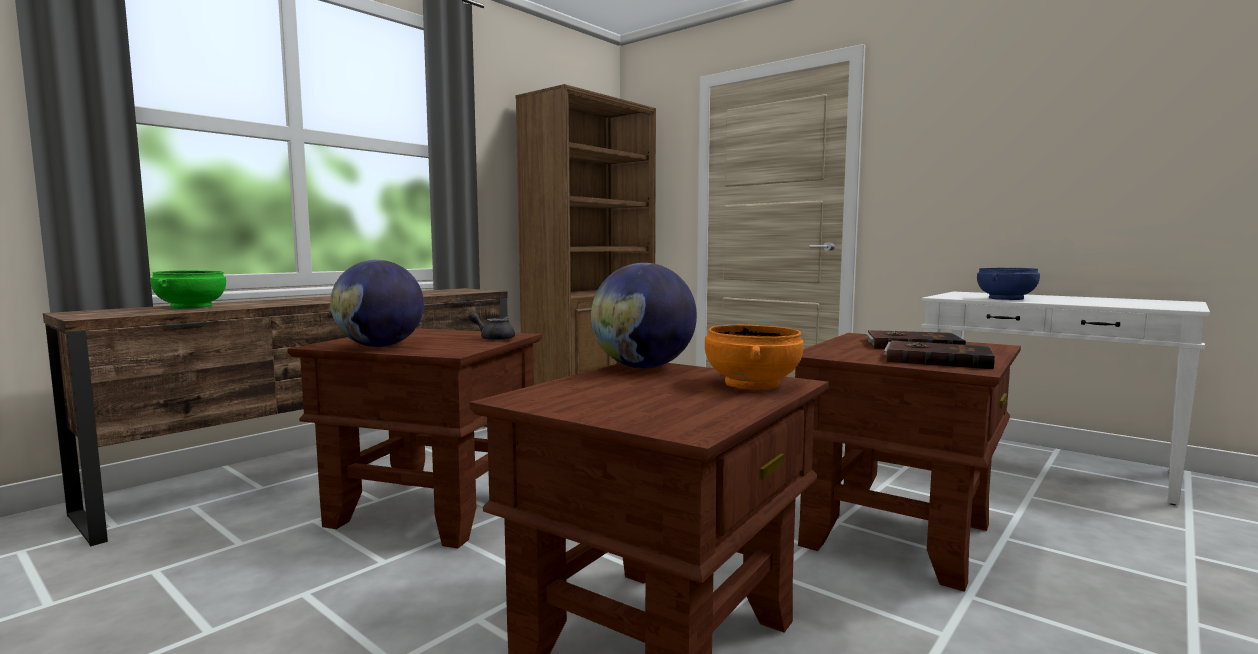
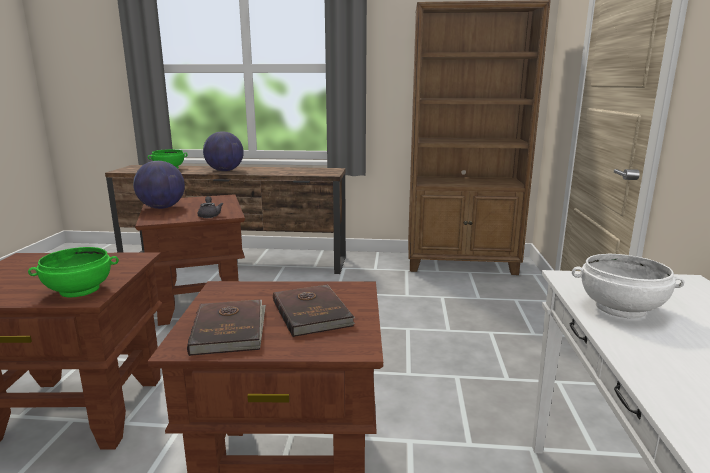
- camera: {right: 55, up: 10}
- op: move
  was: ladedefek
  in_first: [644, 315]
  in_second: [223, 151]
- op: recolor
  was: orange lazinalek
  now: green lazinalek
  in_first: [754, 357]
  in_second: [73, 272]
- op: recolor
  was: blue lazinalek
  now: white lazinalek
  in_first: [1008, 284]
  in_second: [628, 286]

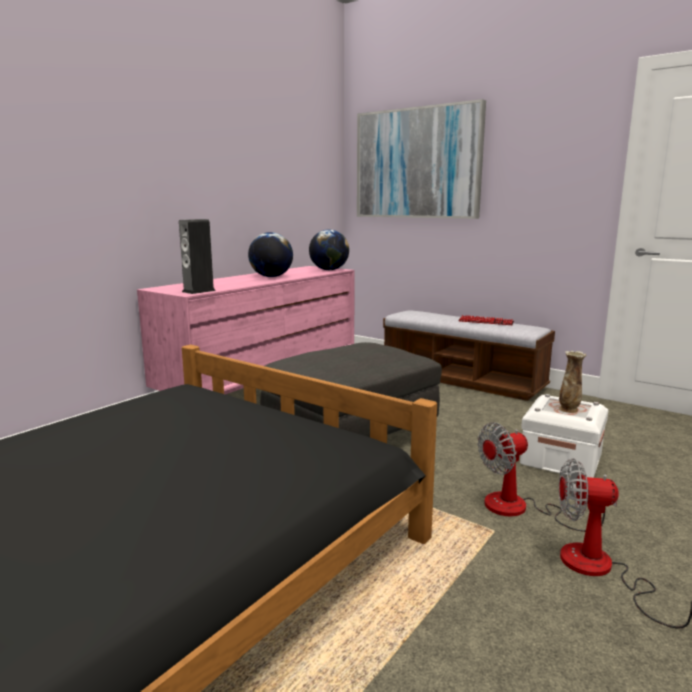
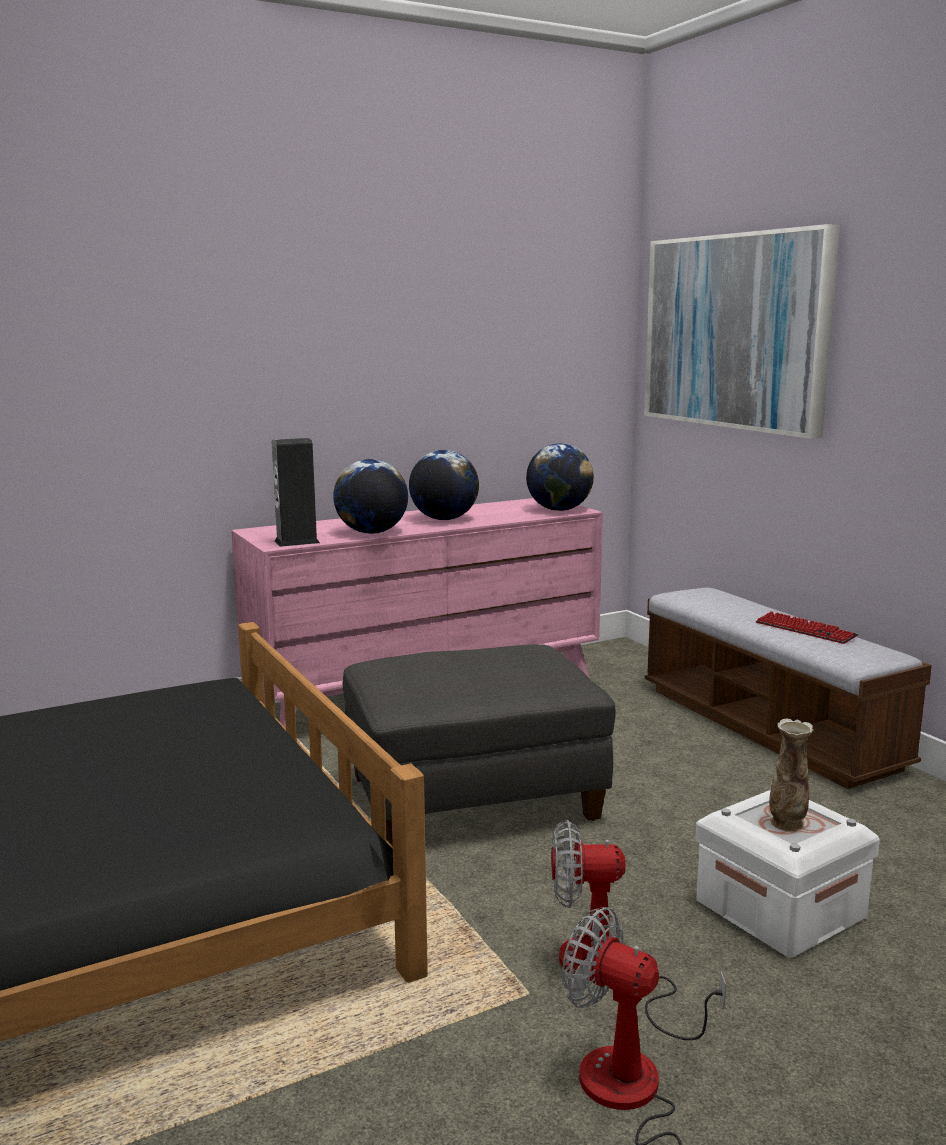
- camera: {right: 25, up: 0}
- op: insert
  now: ladedefek
  in_second: [370, 496]

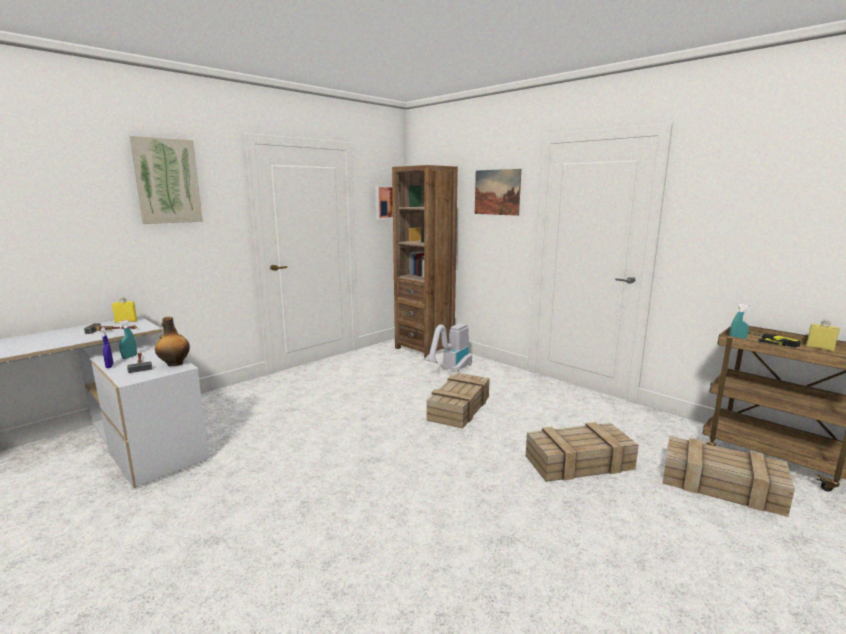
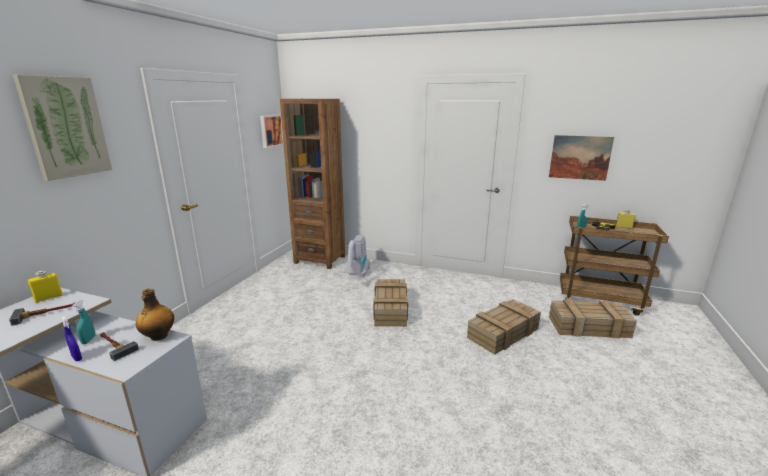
- camera: {right: -25, up: 5}
- op: move
  was: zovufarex
  in_first: [498, 192]
  in_second: [581, 158]

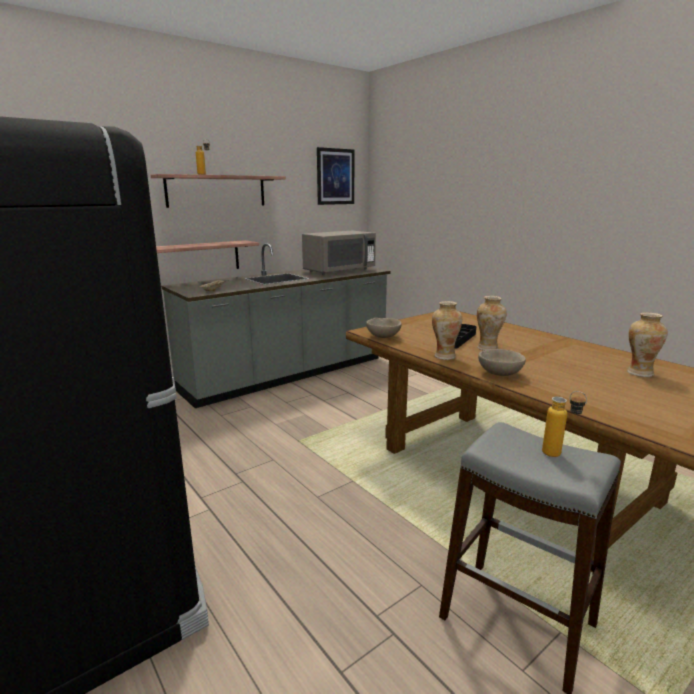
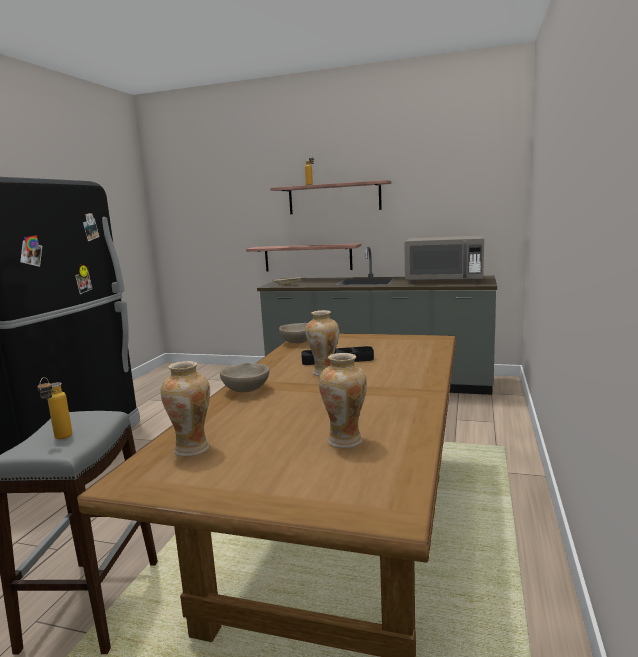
- camera: {right: 55, up: -5}
- op: delete
  was: zovufarex
  in_first: [335, 176]
- op: move
  was: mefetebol
  in_first: [447, 330]
  in_second: [185, 409]

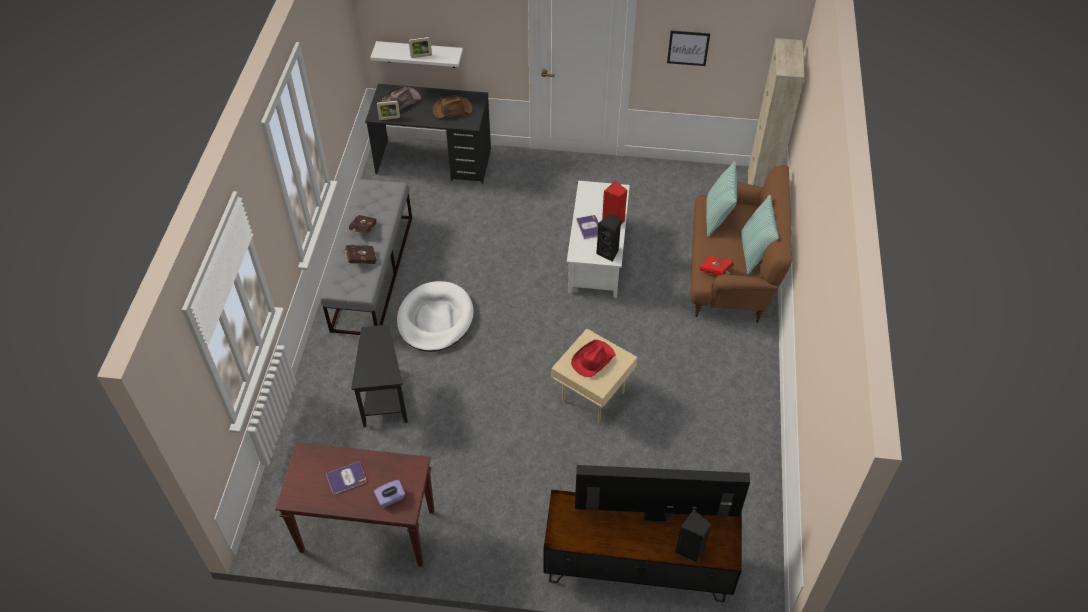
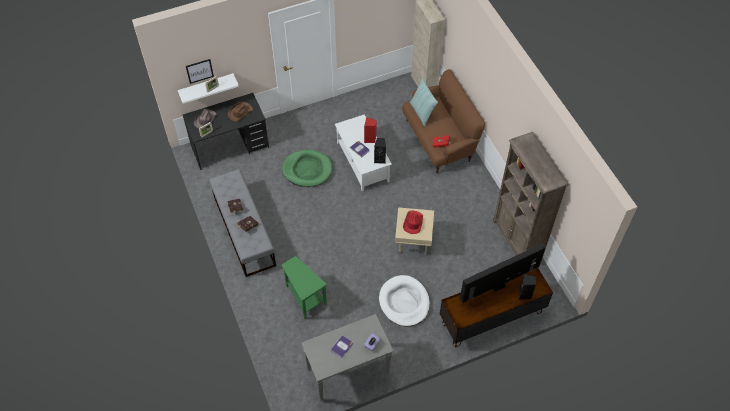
- camera: {right: -30, up: 5}
- op: recolor
  was: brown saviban
  now: grey saviban
  in_first: [354, 504]
  in_second: [347, 357]
- op: recolor
  was: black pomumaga
  now: green pomumaga
  in_first: [379, 376]
  in_second: [304, 287]
- op: move
  was: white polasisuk
  in_first: [435, 316]
  in_second: [404, 300]
- op: move
  was: zovufarex
  in_first: [688, 48]
  in_second: [200, 71]
- op: delete
  was: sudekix
  in_first: [760, 235]
- op: insert
  now: green polasisuk
  in_second: [307, 168]
- op: insert
  now: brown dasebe
  in_second: [531, 195]

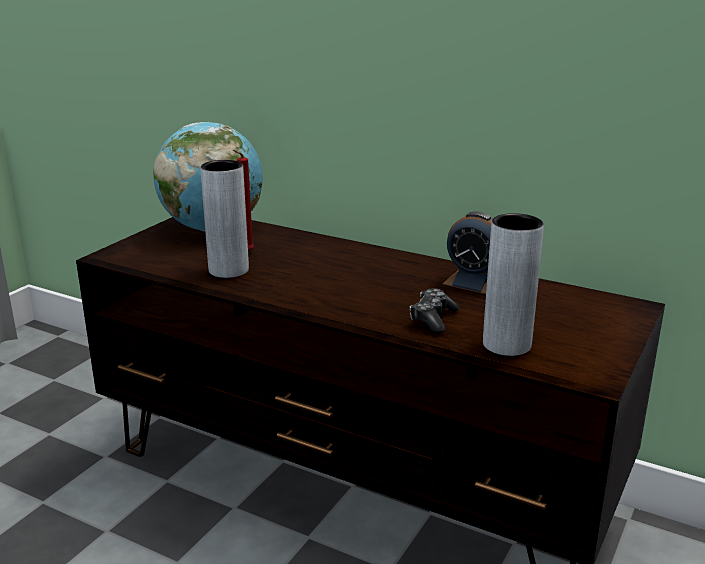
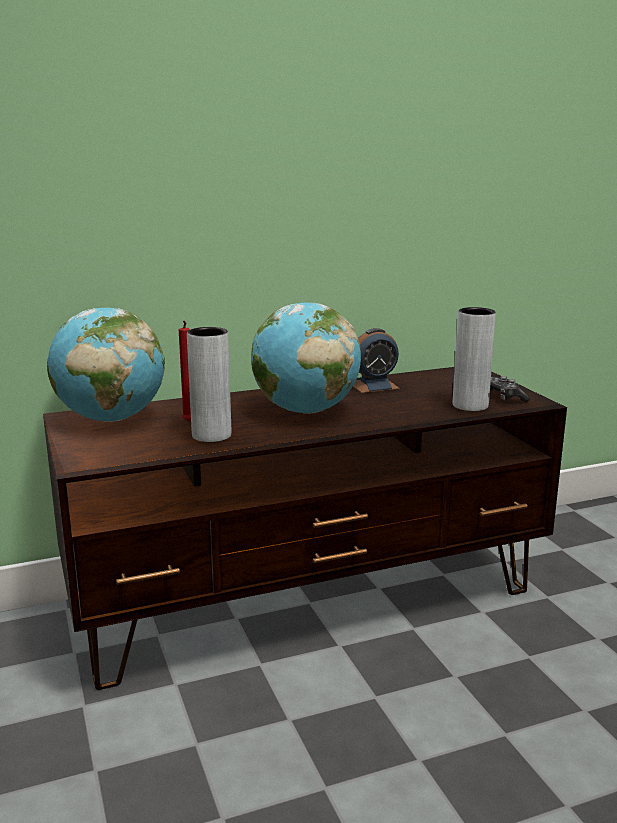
- camera: {right: -50, up: -5}
- op: move
  was: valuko
  in_first: [434, 311]
  in_second: [510, 389]
- op: insert
  now: ladedefek
  in_second: [306, 358]

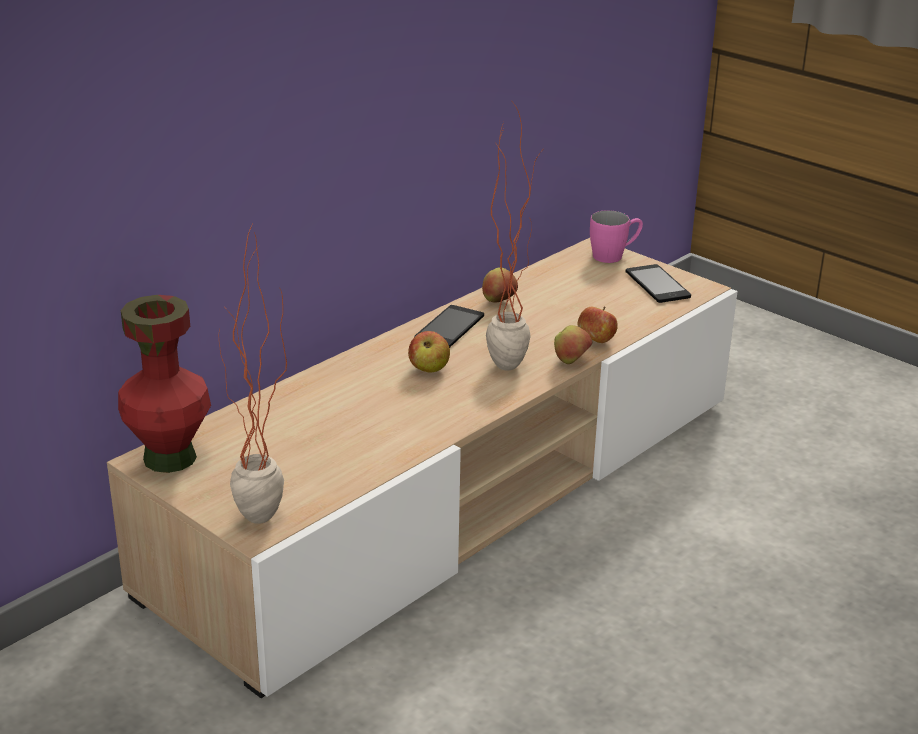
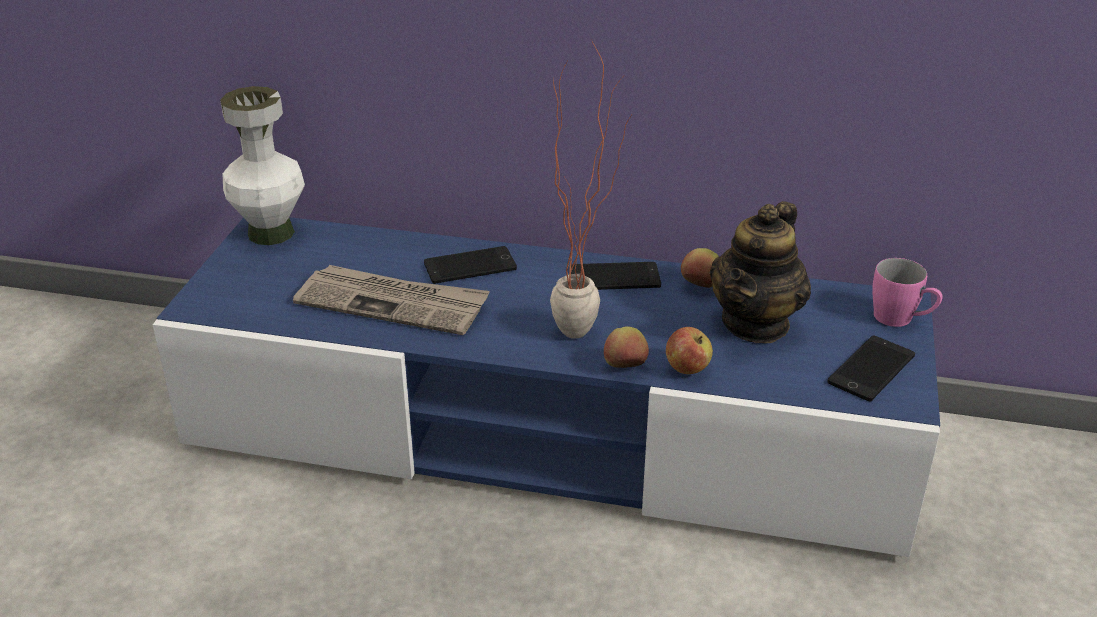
- camera: {right: 60, up: 5}
- op: recolor
  was: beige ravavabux
  now: blue ravavabux
  in_first: [422, 468]
  in_second: [546, 387]
- op: recolor
  was: red mefetebol
  now: white mefetebol
  in_first: [164, 384]
  in_second: [262, 165]
- op: delete
  was: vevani
  in_first: [253, 374]
- op: delete
  was: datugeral
  in_first: [429, 352]
- op: insert
  now: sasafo
  in_second: [391, 300]
- op: insert
  now: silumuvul
  in_second: [470, 265]
- op: insert
  now: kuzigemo
  in_second: [760, 272]

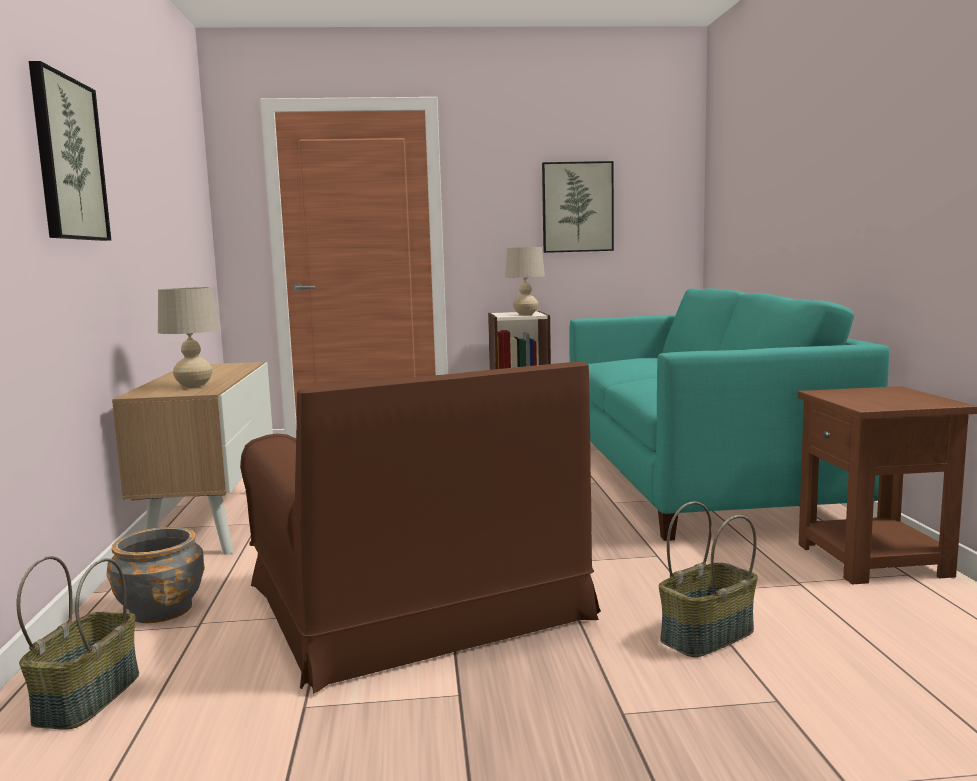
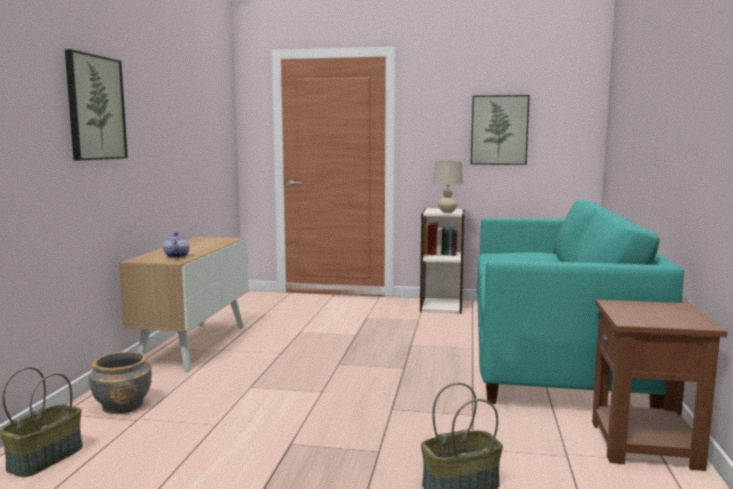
- camera: {right: 15, up: 0}
- op: replace
  was: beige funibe
  now: kuzigemo
  in_first: [189, 337]
  in_second: [176, 245]
- op: delete
  was: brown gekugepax
  in_first: [420, 528]

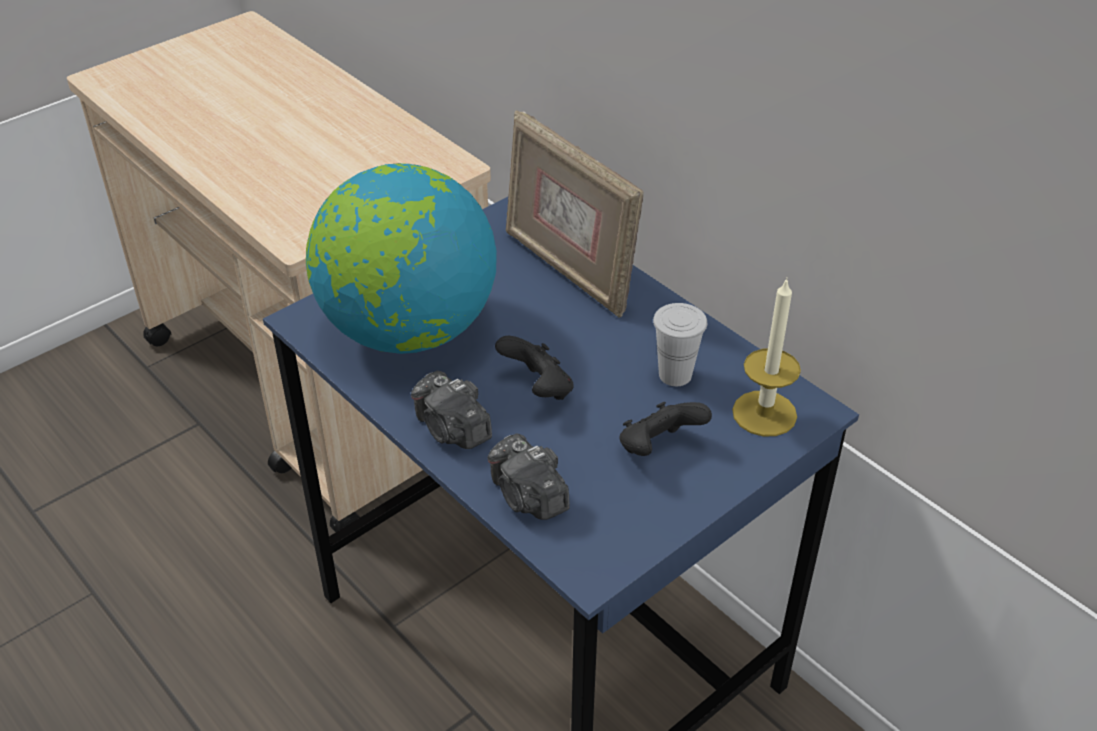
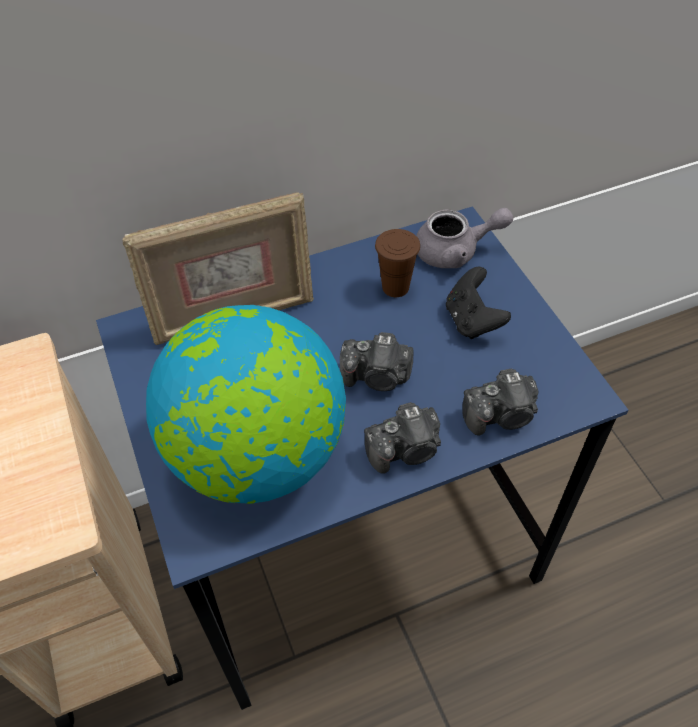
- camera: {right: -70, up: 10}
- op: replace
  was: black valuko
  now: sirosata
  in_first: [534, 368]
  in_second: [377, 361]
- op: recolor
  was: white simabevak
  now: brown simabevak
  in_first: [680, 344]
  in_second: [397, 263]
- op: replace
  was: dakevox
  now: grey kuzigemo
  in_first: [766, 357]
  in_second: [464, 238]

